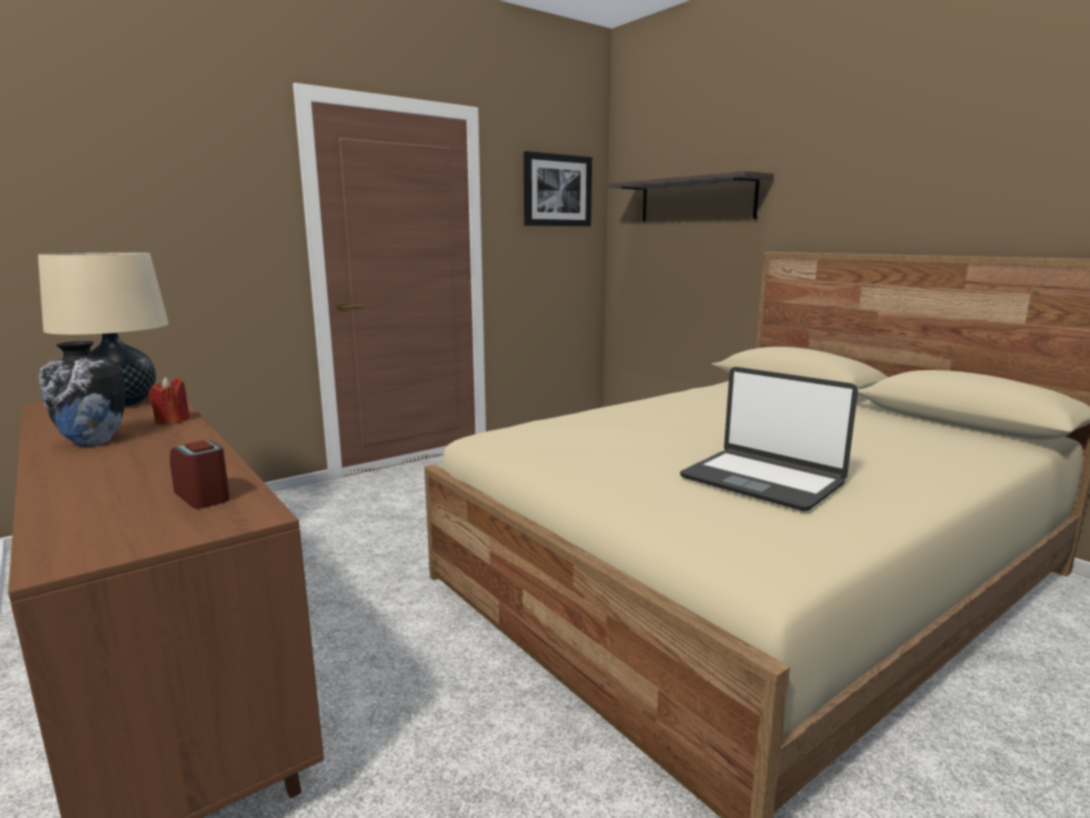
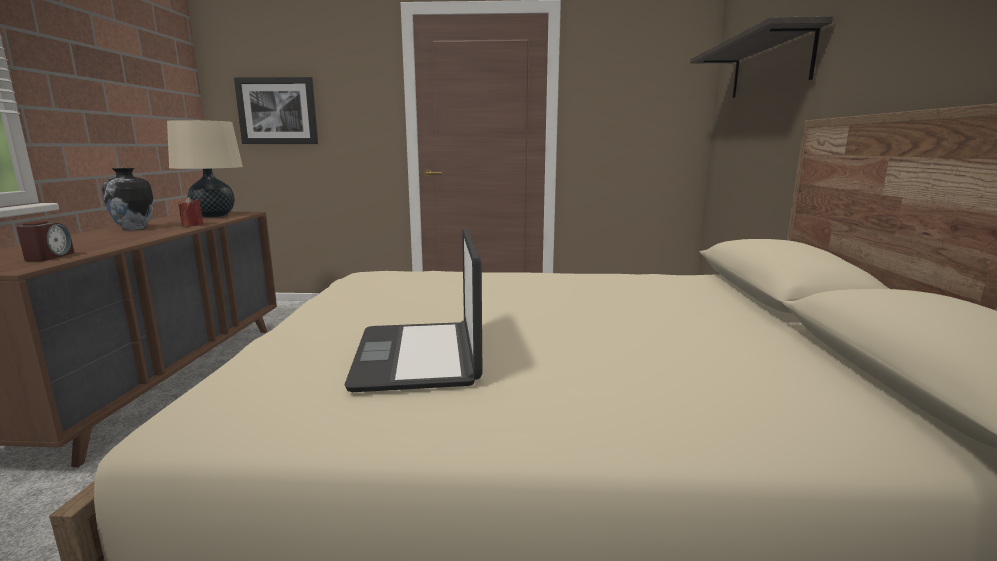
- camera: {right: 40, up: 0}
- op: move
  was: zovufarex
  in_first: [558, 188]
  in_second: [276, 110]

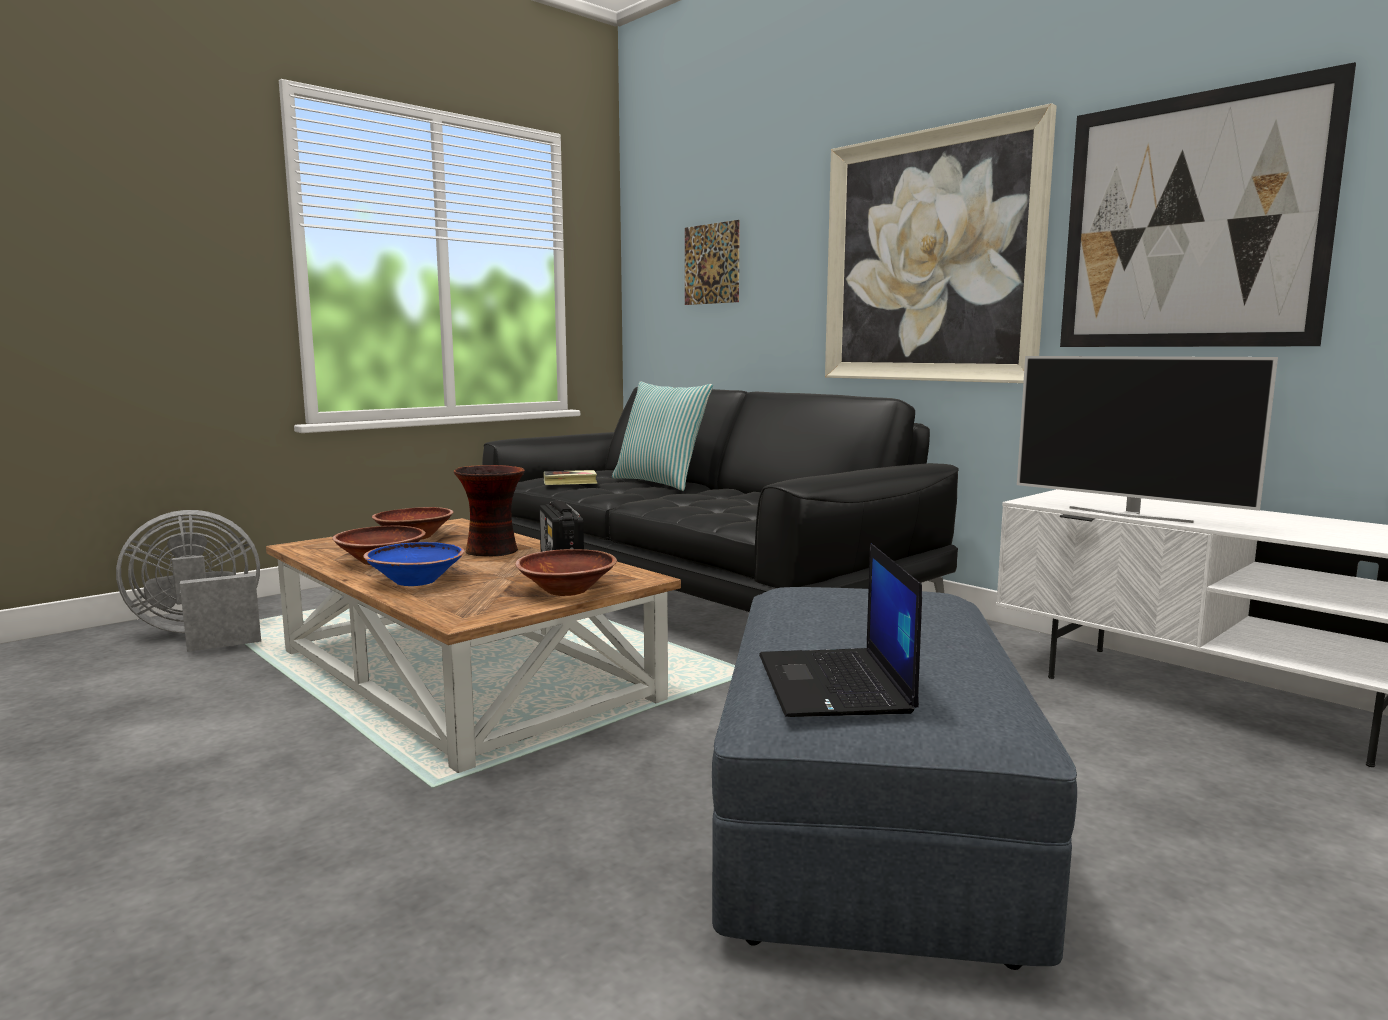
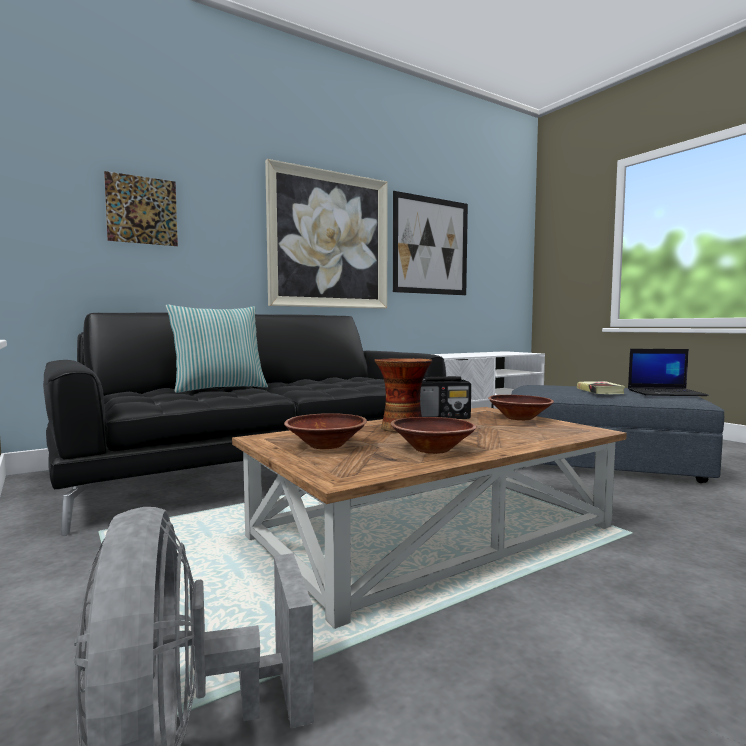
- camera: {right: -80, up: -5}
- op: delete
  was: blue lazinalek
  in_first: [414, 564]
- op: move
  was: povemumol
  in_first: [571, 477]
  in_second: [601, 387]
- op: delete
  was: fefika
  in_first: [1147, 439]

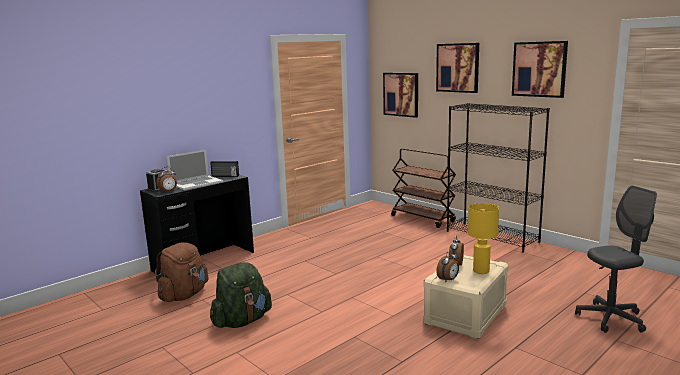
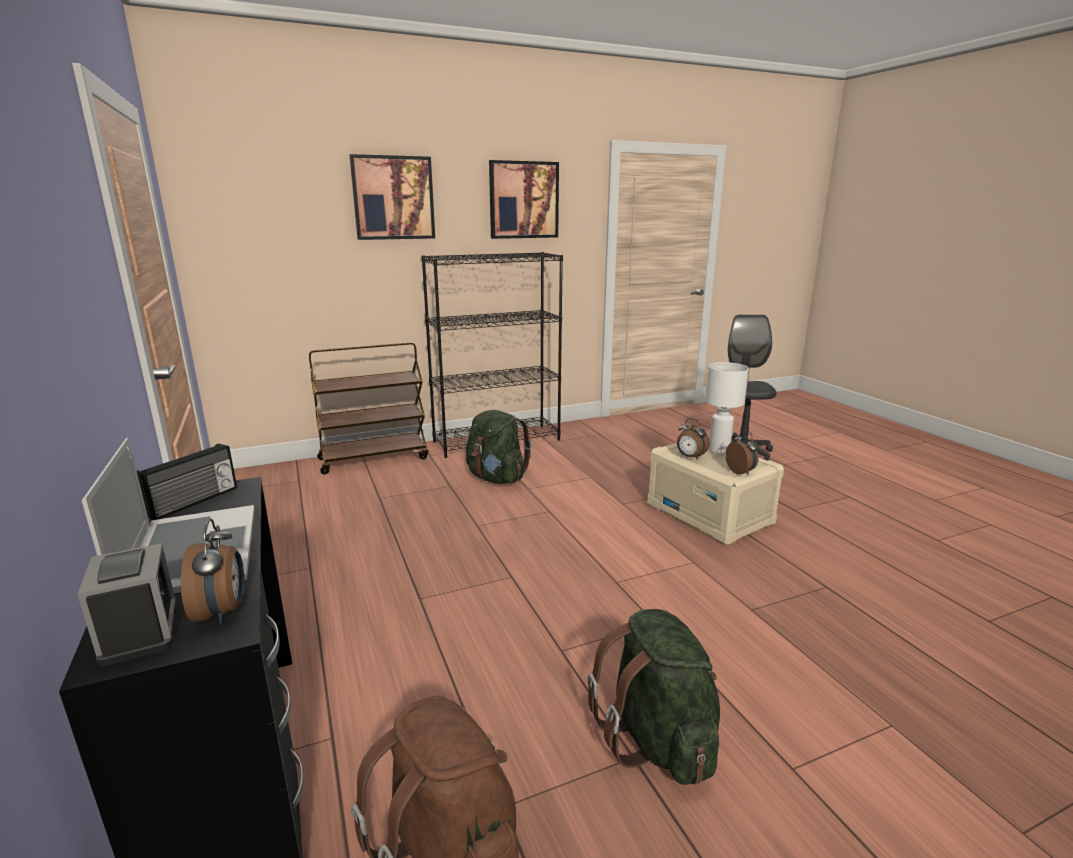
- camera: {right: -70, up: 5}
- op: delete
  was: zovufarex
  in_first: [400, 95]
- op: recolor
  was: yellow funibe
  now: white funibe
  in_first: [483, 238]
  in_second: [727, 408]
- op: insert
  now: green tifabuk
  in_second: [499, 447]

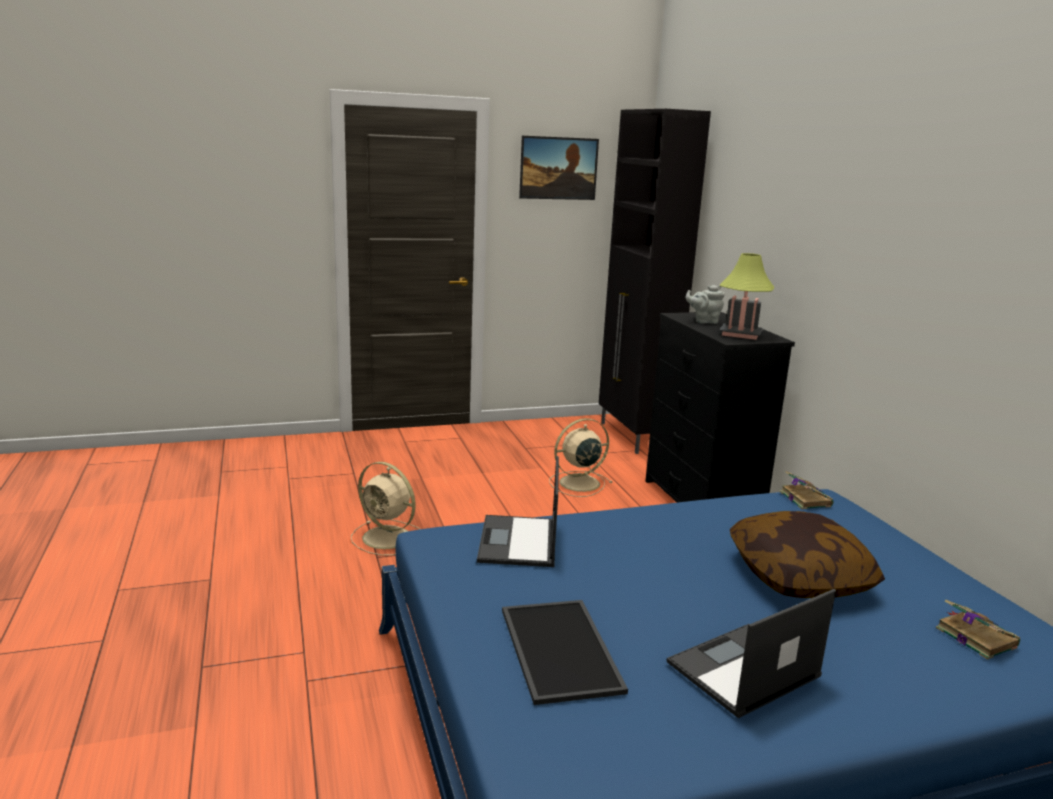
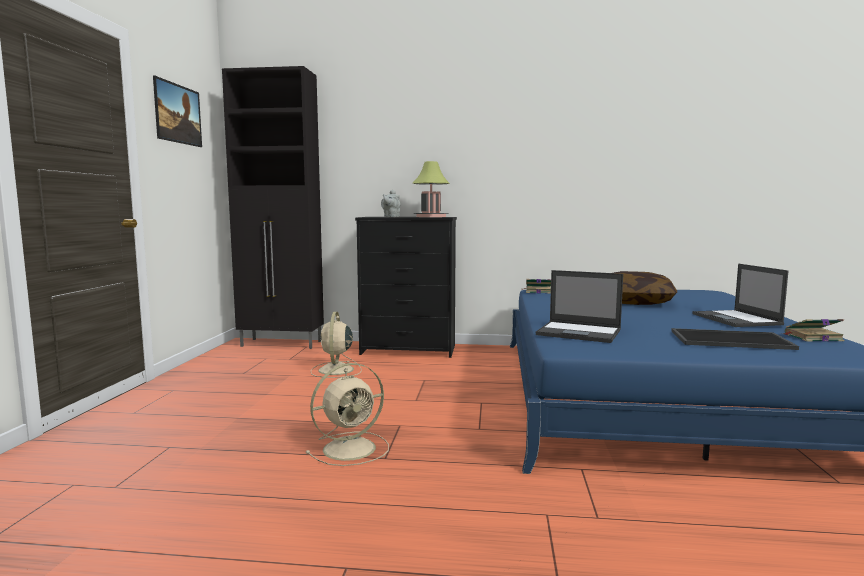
- camera: {right: -65, up: -10}
- op: move
  was: povemumol
  in_first: [978, 629]
  in_second: [812, 330]

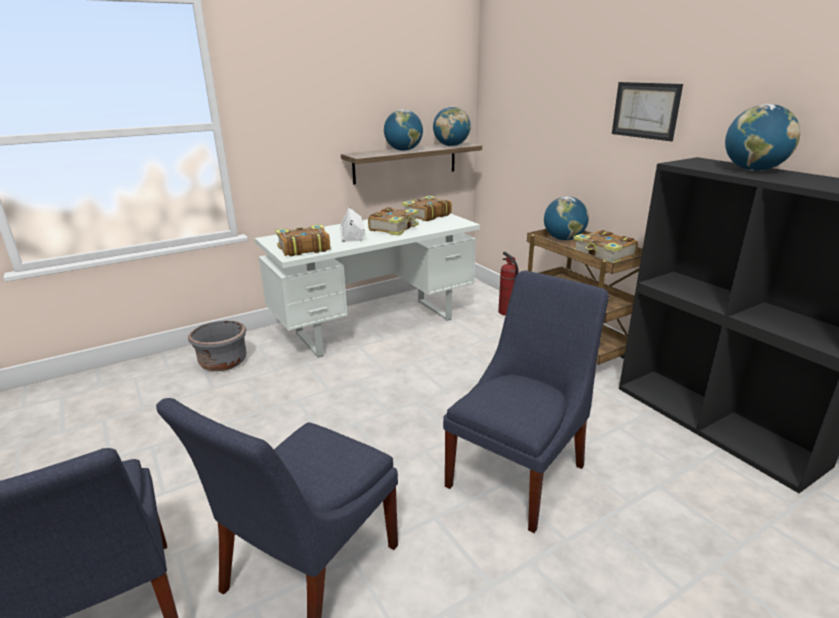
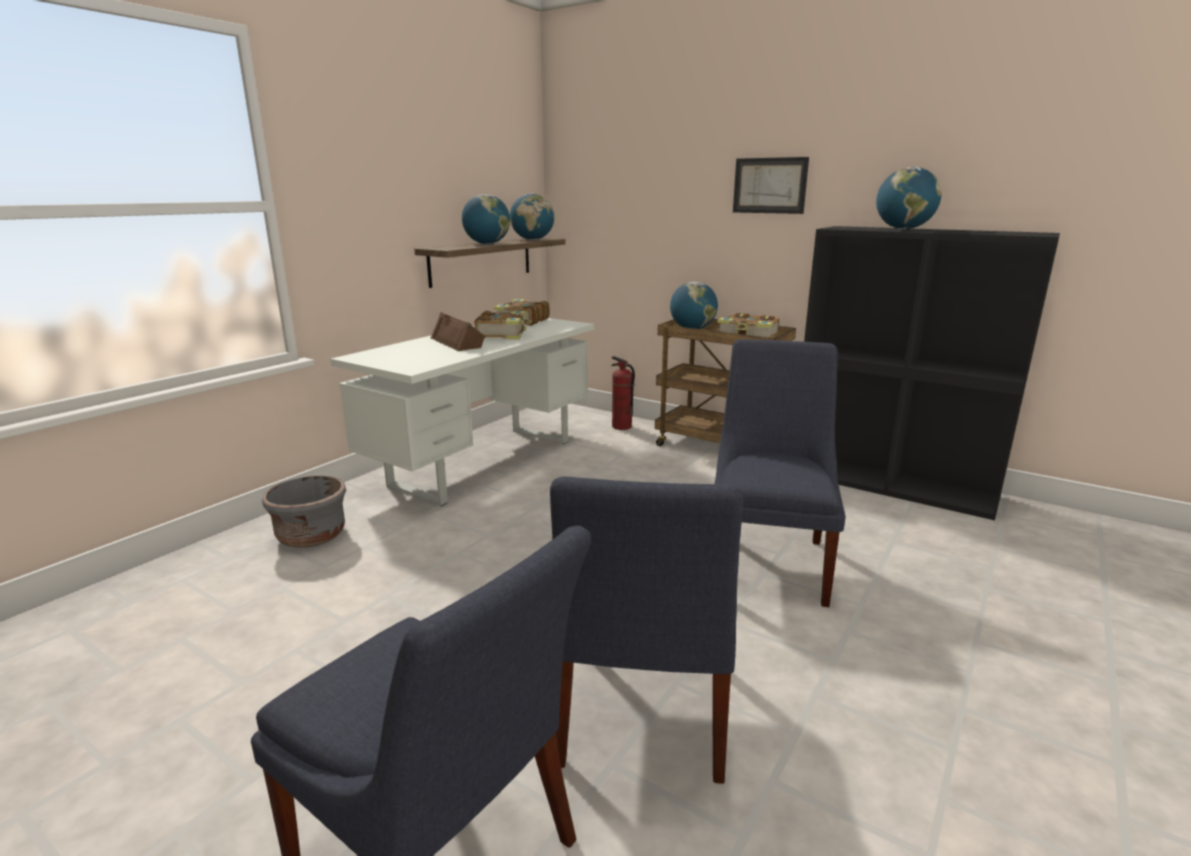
- camera: {right: -25, up: -5}
- op: delete
  was: povemumol
  in_first: [302, 240]
- op: recolor
  was: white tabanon
  now: brown tabanon
  in_first: [352, 224]
  in_second: [458, 331]

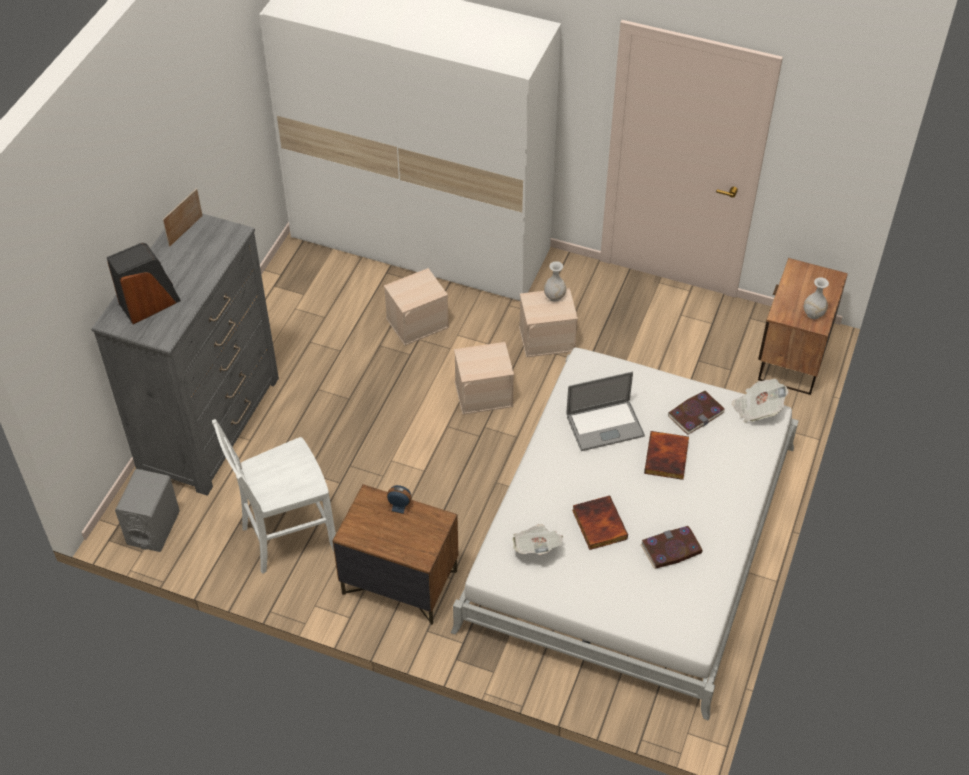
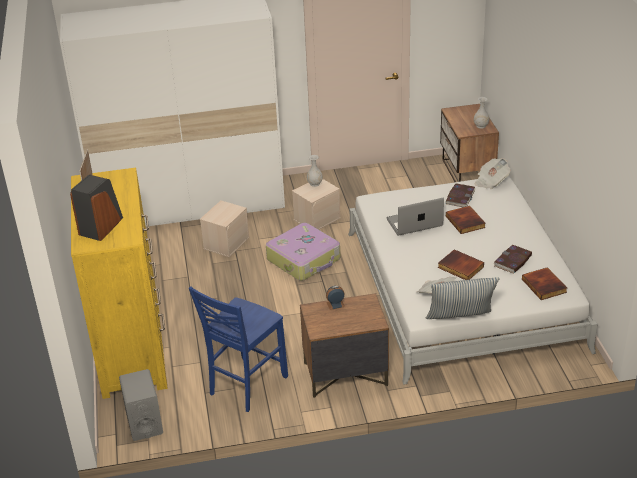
- camera: {right: -30, up: -15}
- op: recolor
  was: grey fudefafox
  now: yellow fudefafox
  in_first: [185, 354]
  in_second: [119, 283]
- op: recolor
  was: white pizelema
  now: blue pizelema
  in_first: [274, 496]
  in_second: [238, 349]
- op: replace
  was: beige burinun
  now: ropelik
  in_first: [484, 378]
  in_second: [303, 252]
- op: rotate
  was: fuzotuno
  in_first: [605, 411]
  in_second: [415, 216]
  clockwise: -150
- op: insert
  now: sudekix
  in_second: [462, 298]
- op: insert
  now: povemumol
  in_second: [544, 283]

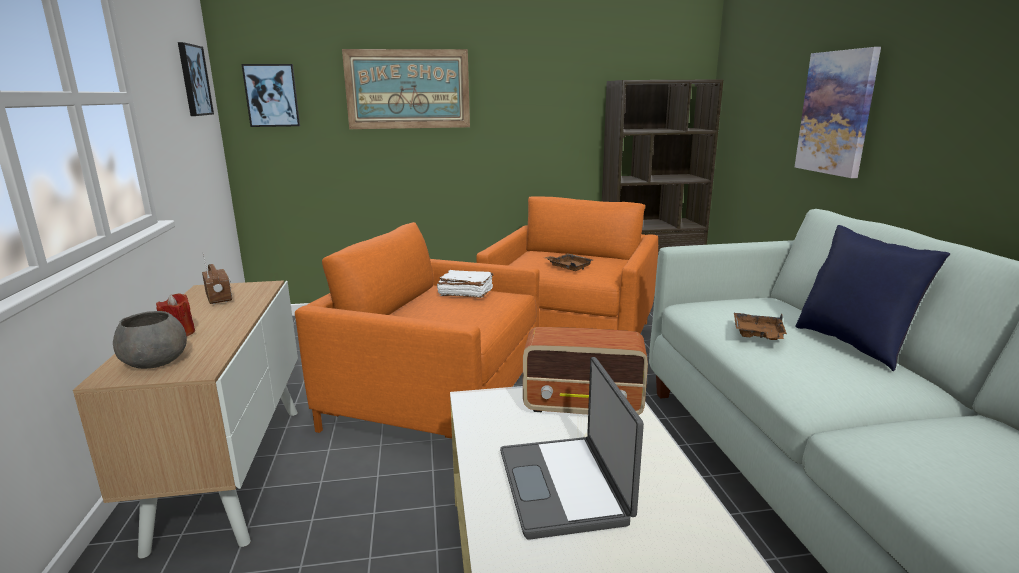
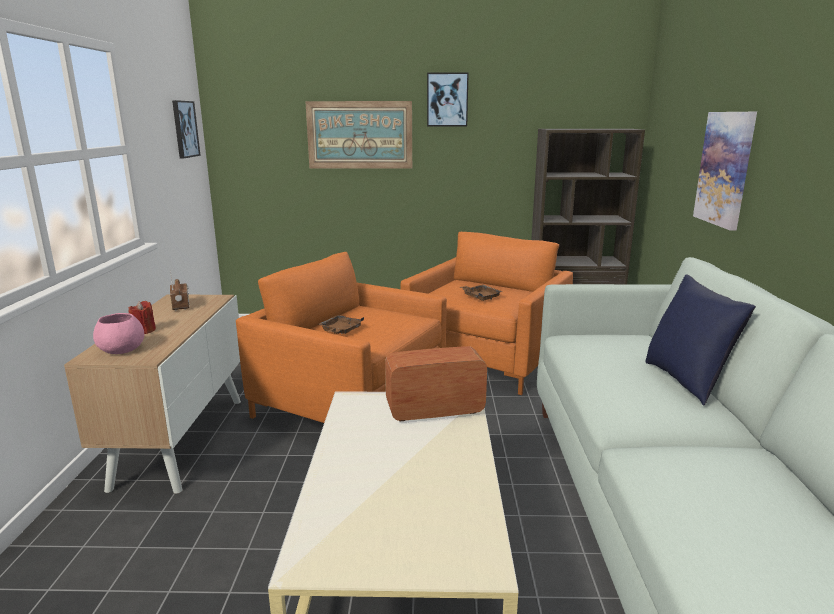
- camera: {right: 10, up: 0}
- op: recolor
  was: grey lazinalek
  now: pink lazinalek
  in_first: [150, 340]
  in_second: [118, 333]
- op: move
  was: zovufarex
  in_first: [270, 95]
  in_second: [448, 99]
- op: delete
  was: white povemumol
  in_first: [465, 284]
- op: delete
  was: fuzotuno
  in_first: [572, 448]
- op: rotate
  was: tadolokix
  in_first: [585, 371]
  in_second: [436, 383]
  clockwise: 150
- op: move
  was: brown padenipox
  in_first: [760, 326]
  in_second: [341, 324]

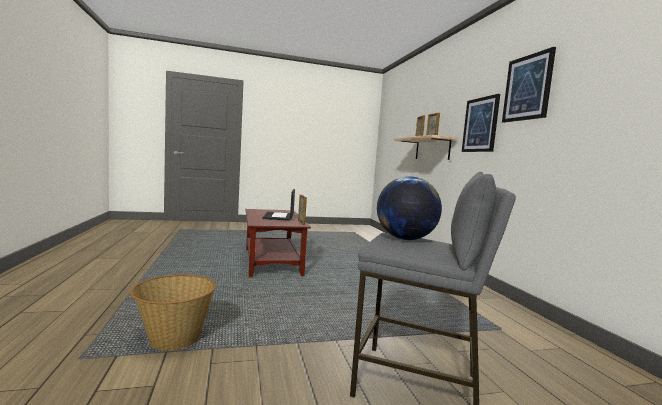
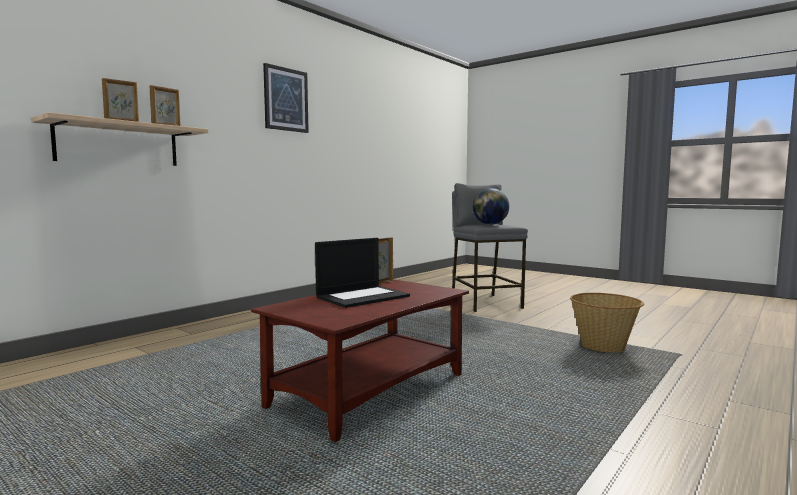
- camera: {right: -125, up: 0}
- op: delete
  was: zovufarex
  in_first: [481, 123]

